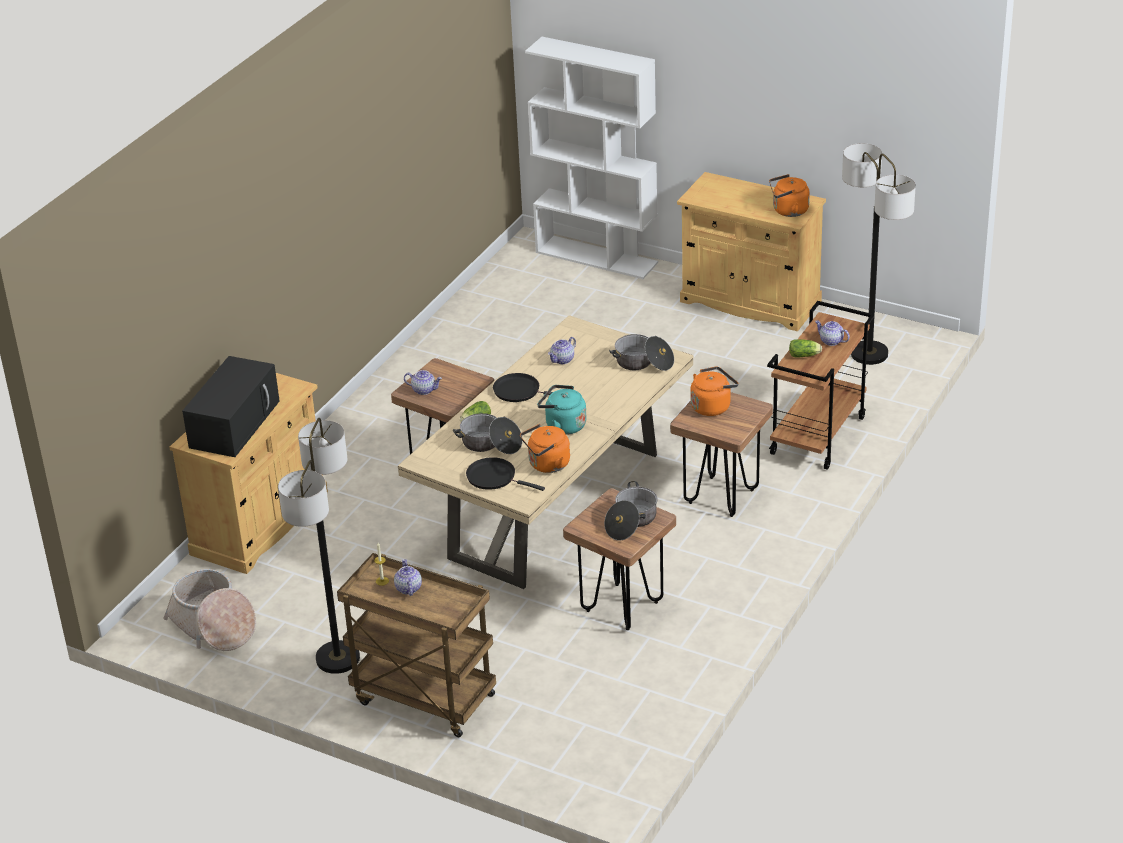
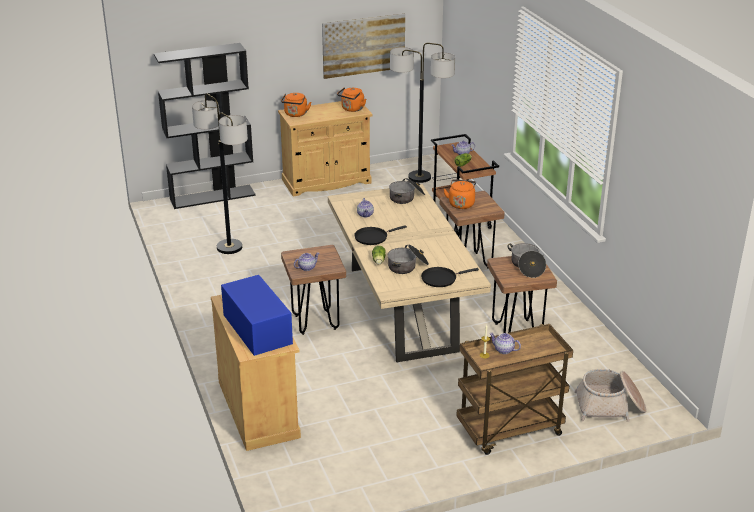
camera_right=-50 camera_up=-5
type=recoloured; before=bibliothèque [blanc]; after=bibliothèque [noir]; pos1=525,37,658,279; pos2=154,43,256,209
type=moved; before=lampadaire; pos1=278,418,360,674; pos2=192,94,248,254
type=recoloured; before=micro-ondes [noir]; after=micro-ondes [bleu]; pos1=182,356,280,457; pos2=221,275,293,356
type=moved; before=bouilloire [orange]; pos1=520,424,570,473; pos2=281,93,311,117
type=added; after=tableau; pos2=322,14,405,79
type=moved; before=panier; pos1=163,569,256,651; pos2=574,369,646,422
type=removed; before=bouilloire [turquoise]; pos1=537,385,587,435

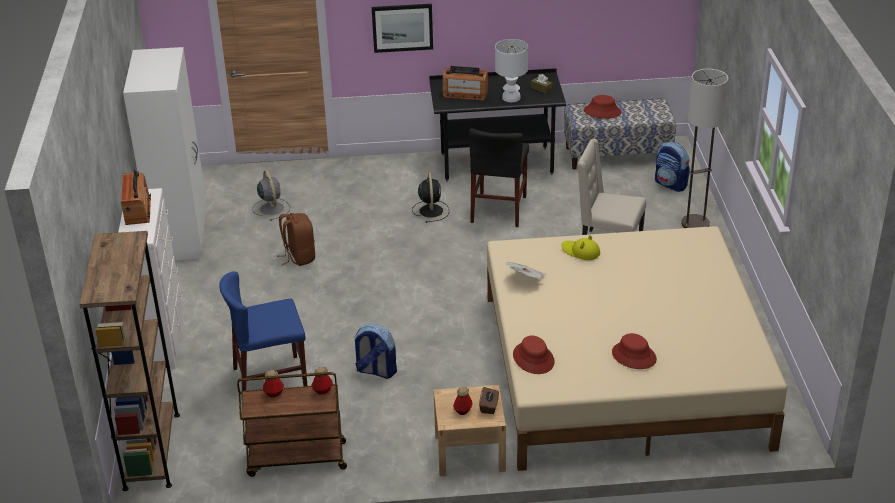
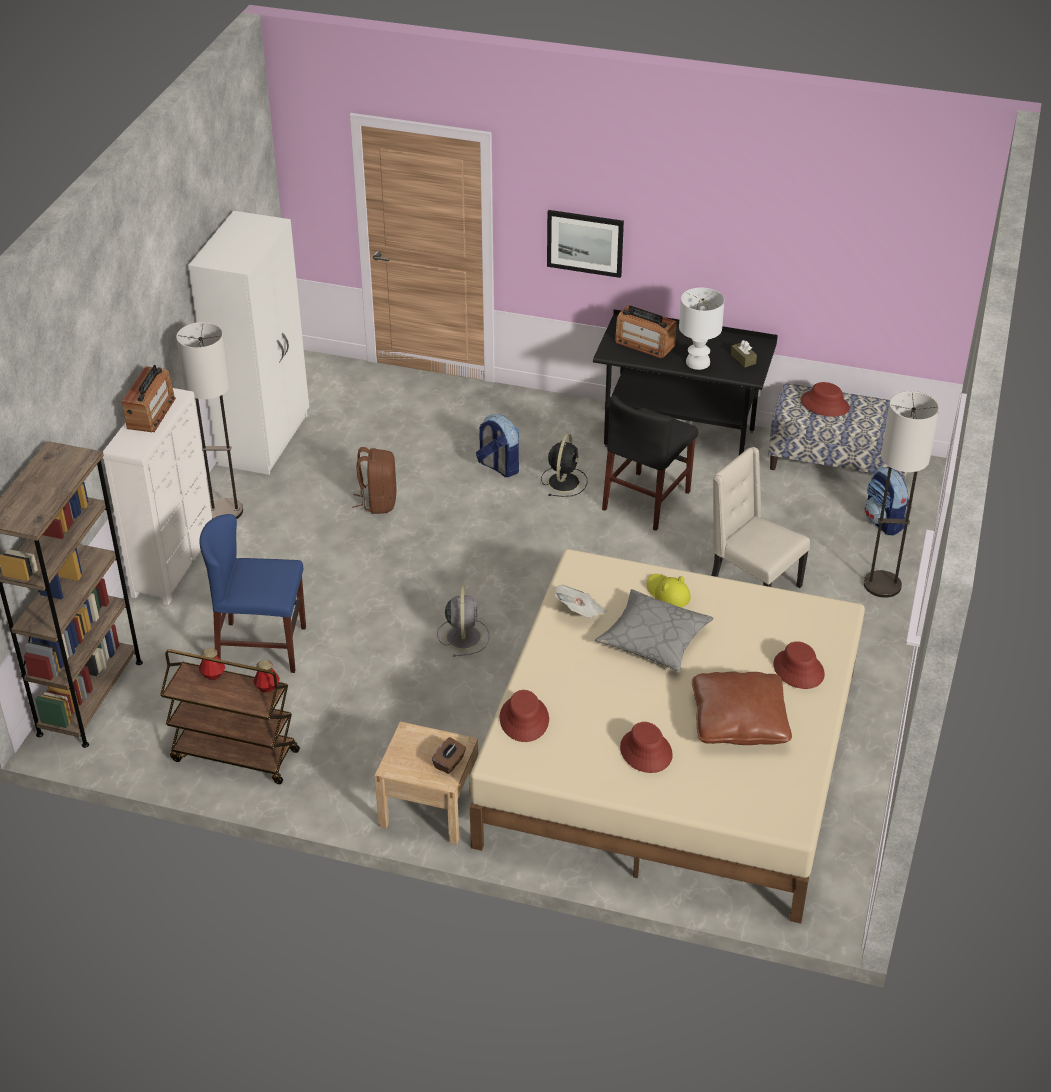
camera_right=20 camera_up=5
type=added; after=lampadaire; pos2=176,322,243,519
type=moved; before=ventilateur [gris]; pos1=252,170,290,221; pos2=437,585,489,657
type=moved; before=sac à dos; pos1=354,324,397,379; pos2=476,414,520,477
type=added; after=coussin [gris]; pos2=595,589,714,671
type=added; after=coussin [marron]; pos2=692,671,792,745
type=added; after=chapeau [rouge]; pos2=773,641,825,689
type=removed; before=bouteille; pos1=453,387,473,415

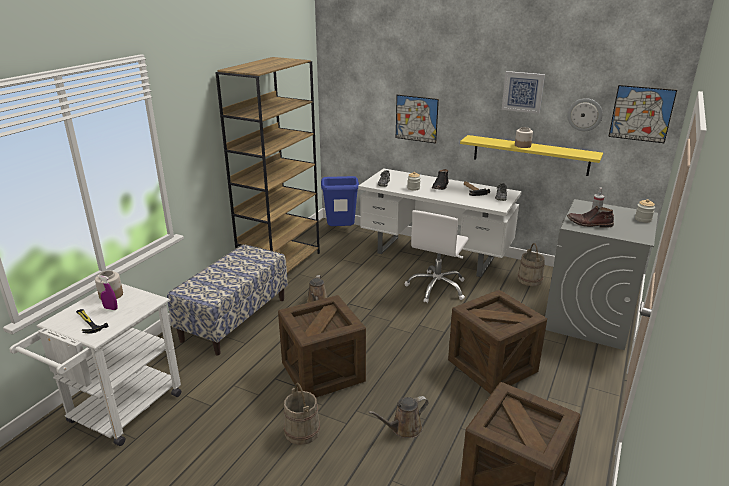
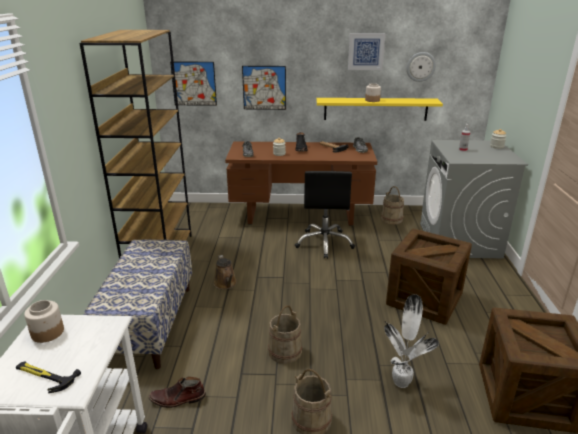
camera_right=-25 camera_up=0
type=moved; before=botte [marron]; pos1=567,206,614,228; pos2=149,377,206,408
type=moved; before=tableau; pos1=608,85,677,143; pos2=170,61,217,106
type=recoloured; before=bureau [blanc]; after=bureau [marron]; pos1=358,168,522,277; pos2=225,141,377,226
type=replaced; before=caisse; after=seau [beige]; pos1=278,295,366,397; pos2=268,305,302,364
type=recoloured; before=chaise de bureau [blanc]; after=chaise de bureau [noir]; pos1=405,210,469,303; pos2=295,171,355,259
type=replaced; before=arrosoir [marron]; after=plante en pot; pos1=368,396,429,438; pos2=384,294,439,388
type=removed; before=vaporisateur [violet]; pos1=98,275,118,310
type=removed; before=poubelle [bleu]; pos1=321,176,359,226

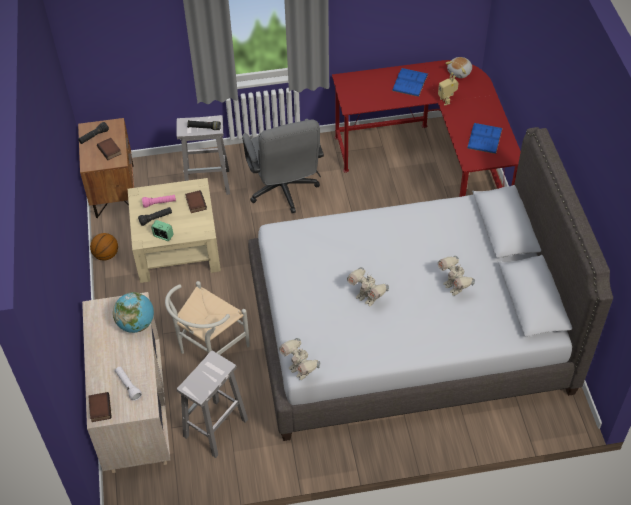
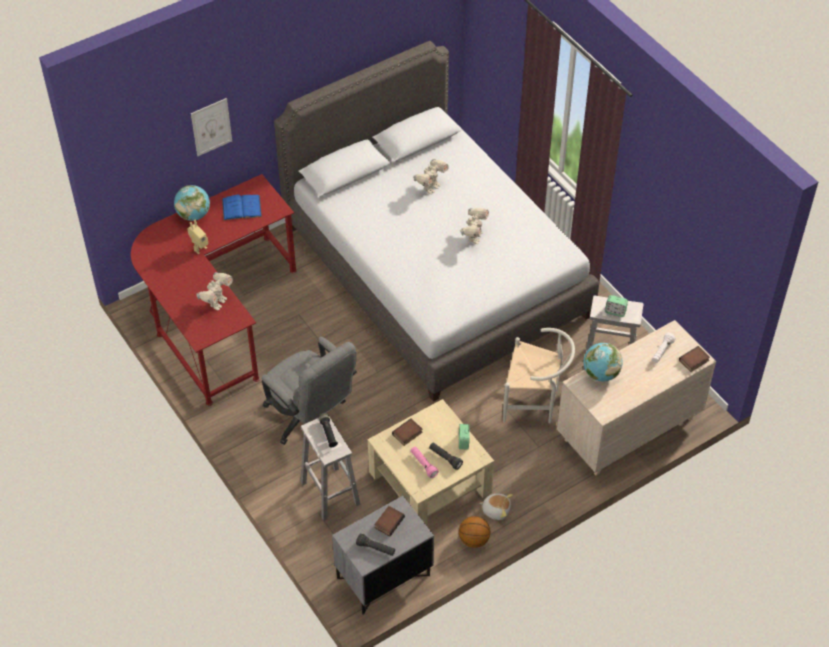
camera_right=-115 camera_up=0
type=added; after=globe; pos2=174,185,210,221
type=added; after=tableau; pos2=191,98,232,156
type=moved; before=robot jouet; pos1=279,338,320,380; pos2=196,272,233,310
type=turned; before=chaise de bureau [gris]; pos1=242,119,324,213; pos2=262,337,356,444; turn=90
type=recoloured; before=table de chevet [marron]; after=table de chevet [gris]; pos1=78,118,134,218; pos2=332,496,434,615
type=moved; before=peluche; pos1=445,57,472,78; pos2=480,494,513,520
type=added; after=réveil; pos2=605,295,628,317
type=removed; before=livre [bleu]; pos1=392,68,428,97

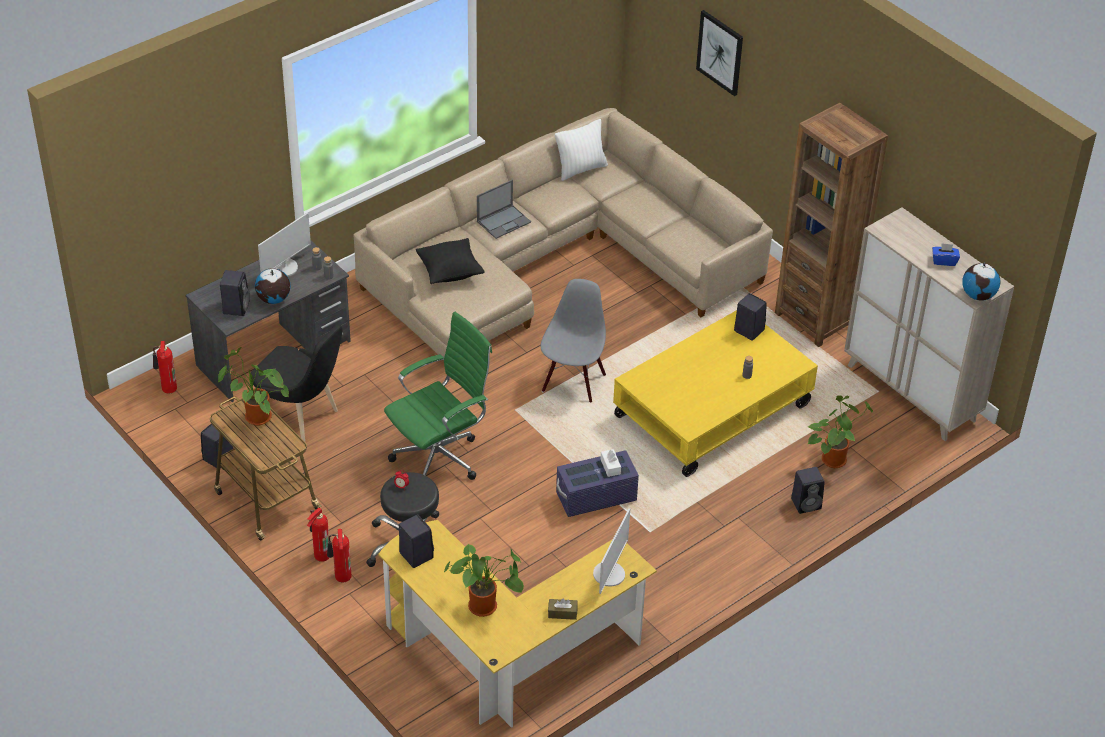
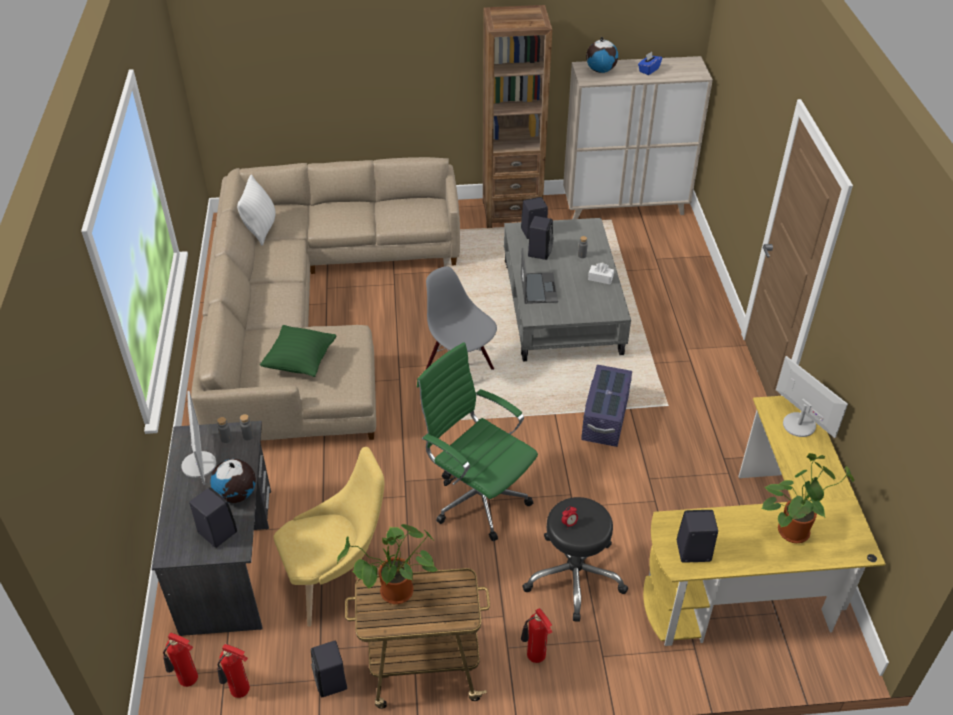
camera_right=-55 camera_up=0
type=moved; before=extincteur; pos1=327,529,351,583; pos2=217,644,250,698
type=recoloured; before=coussin [noir]; after=coussin [vert]; pos1=416,238,485,284; pos2=260,325,336,377
type=recoloured; before=chaise [noir]; after=chaise [jaune]; pos1=250,325,343,441; pos2=273,447,384,627
type=turned; before=chaise de bureau [vert]; pos1=384,312,492,480; pos2=417,342,538,542; turn=-45
type=recoloured; before=table basse [jaune]; after=table basse [gris]; pos1=613,310,818,477; pos2=504,218,631,362
type=moved; before=ordinateur portable; pos1=477,180,531,239; pos2=521,248,558,304
type=moved; before=enceinte [noir]; pos1=791,467,825,514; pos2=528,216,553,260
type=moved; before=globe; pos1=962,262,1000,301; pos2=586,37,618,73
type=moved; before=boîte à mouchoirs [blanc]; pos1=601,449,621,477; pos2=588,263,614,284
type=removed; before=boîte à mouchoirs [marron]; pos1=548,599,578,620
type=removed; before=tableau; pos1=696,10,743,96
type=removed; before=plante en pot; pos1=807,396,873,468

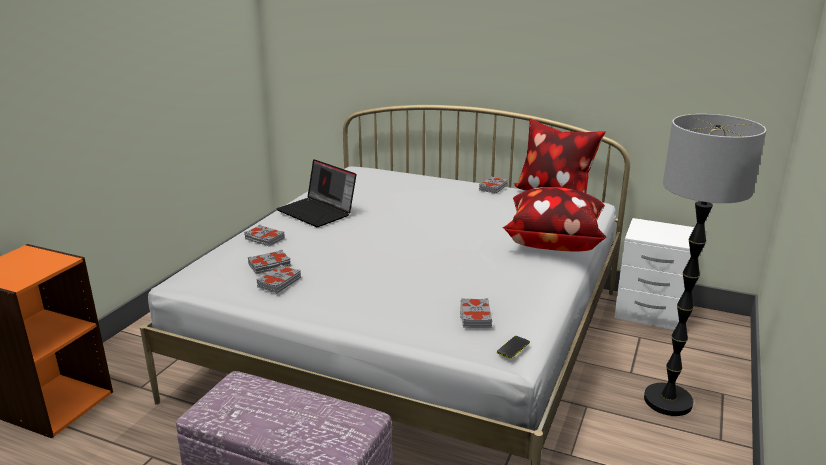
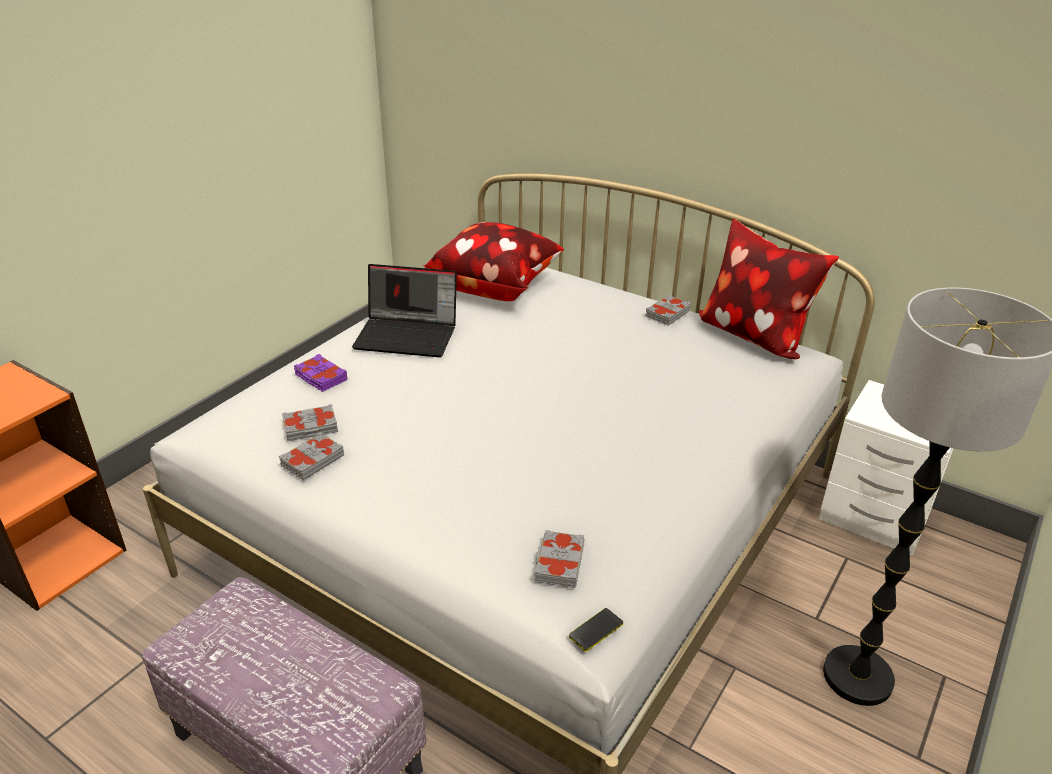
camera_right=10 camera_up=10
type=recoloured; before=livre [gris]; after=livre [violet]; pos1=244,225,285,247; pos2=294,354,347,392
type=turned; before=ordinateur portable; pos1=276,159,356,227; pos2=352,264,457,357; turn=-45
type=moved; before=coussin; pos1=502,187,607,252; pos2=423,222,564,301

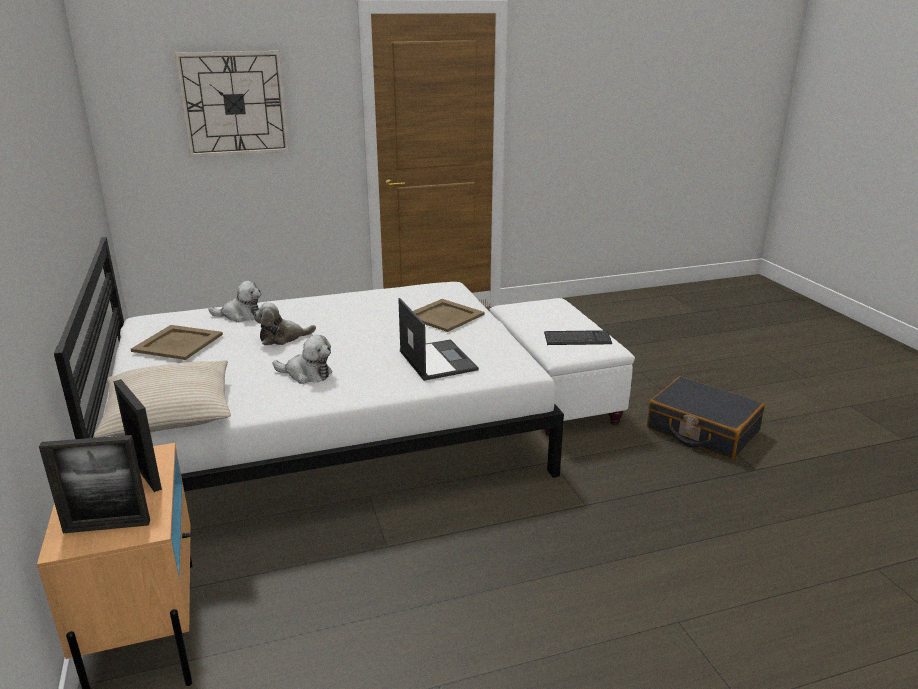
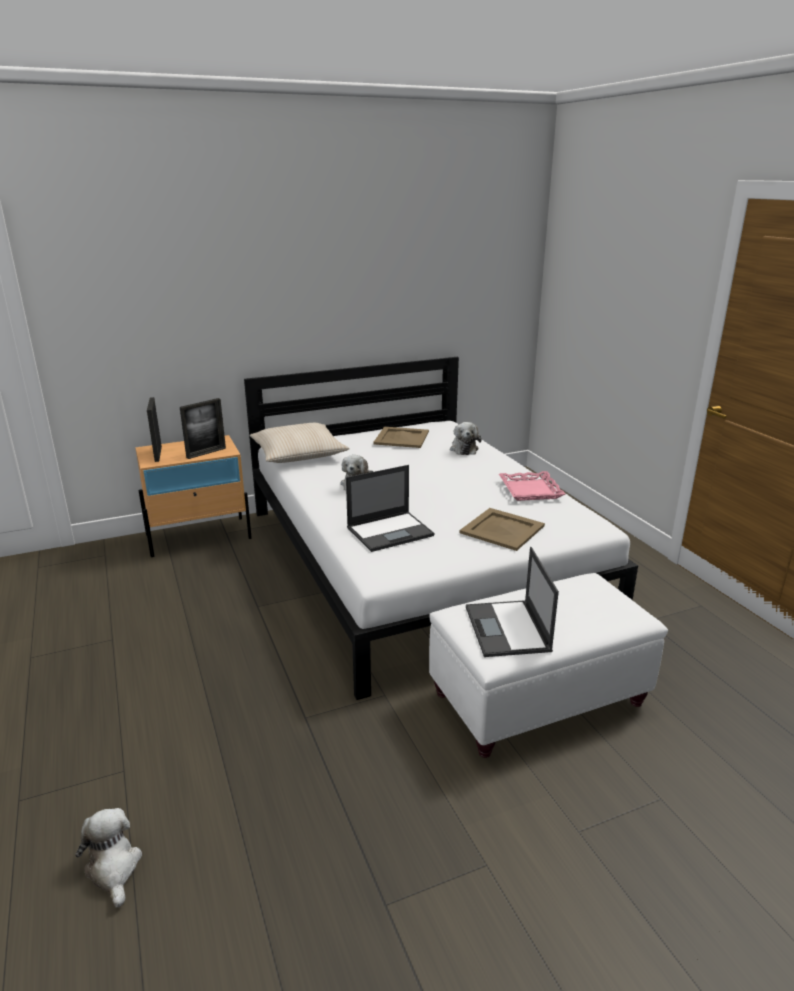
camera_right=85 camera_up=0
type=moved; before=peluche; pos1=254,302,316,345; pos2=75,808,142,908
type=replaced; before=clavier; after=ordinateur portable; pos1=544,330,612,345; pos2=466,547,559,657
type=added; after=plateau [rose]; pos2=499,471,565,501
type=removed; before=horloge murale; pos1=175,51,289,157
type=removed; before=valise [noir]; pos1=647,376,765,460

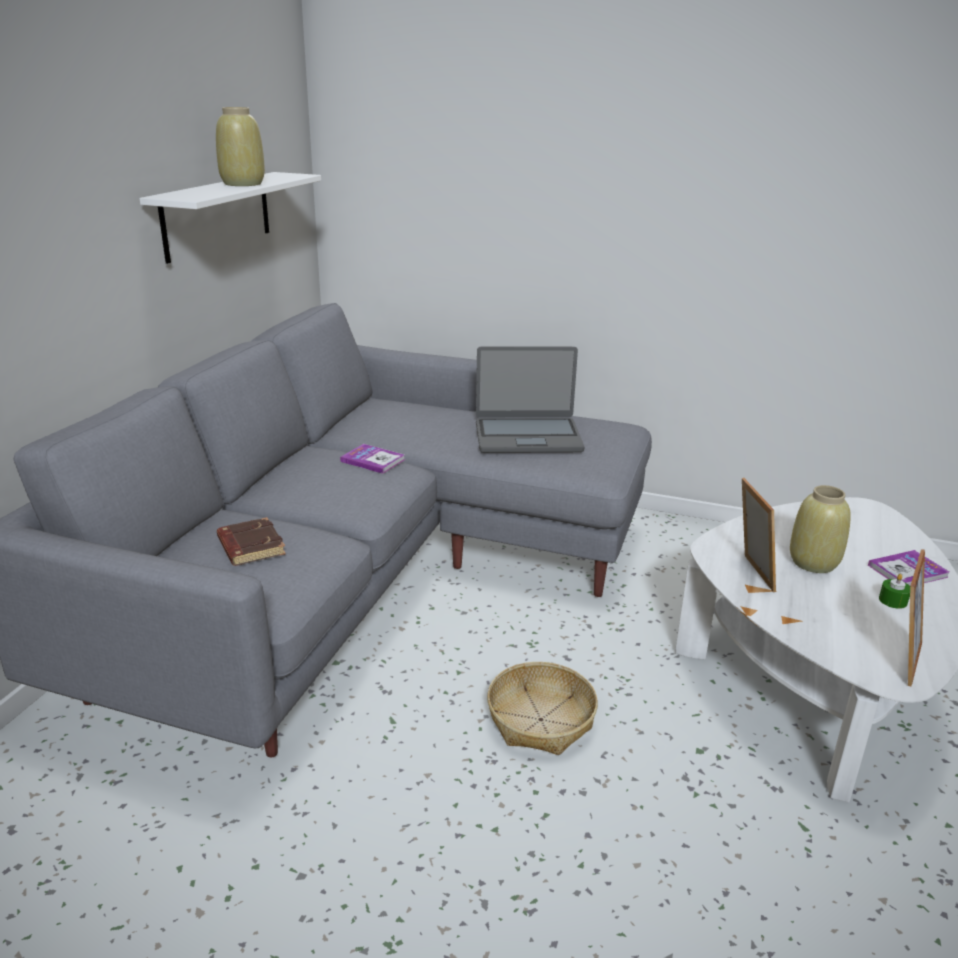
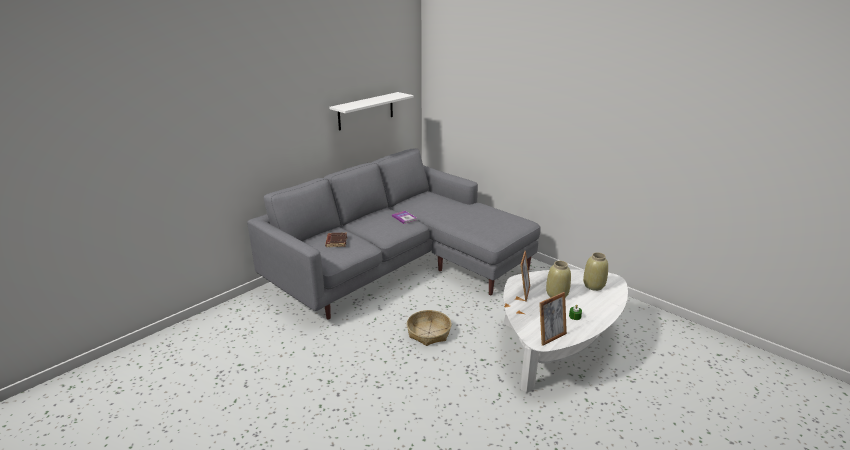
camera_right=25 camera_up=0
type=moved; before=vase [beige]; pos1=216,107,265,186; pos2=583,252,608,291
type=removed; before=ordinateur portable; pos1=476,346,585,453
type=removed; before=livre; pos1=868,550,949,586

